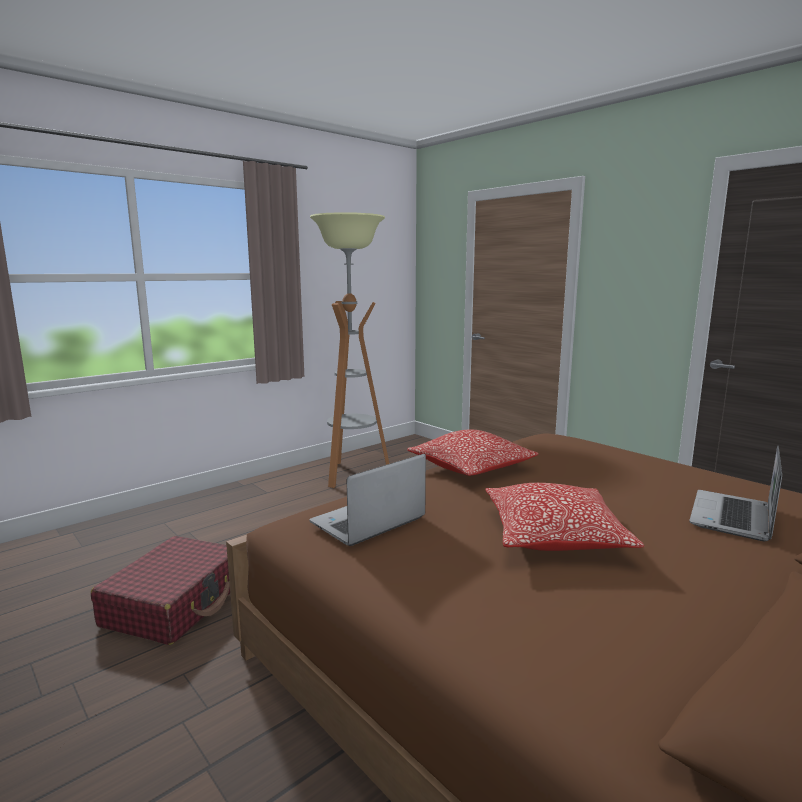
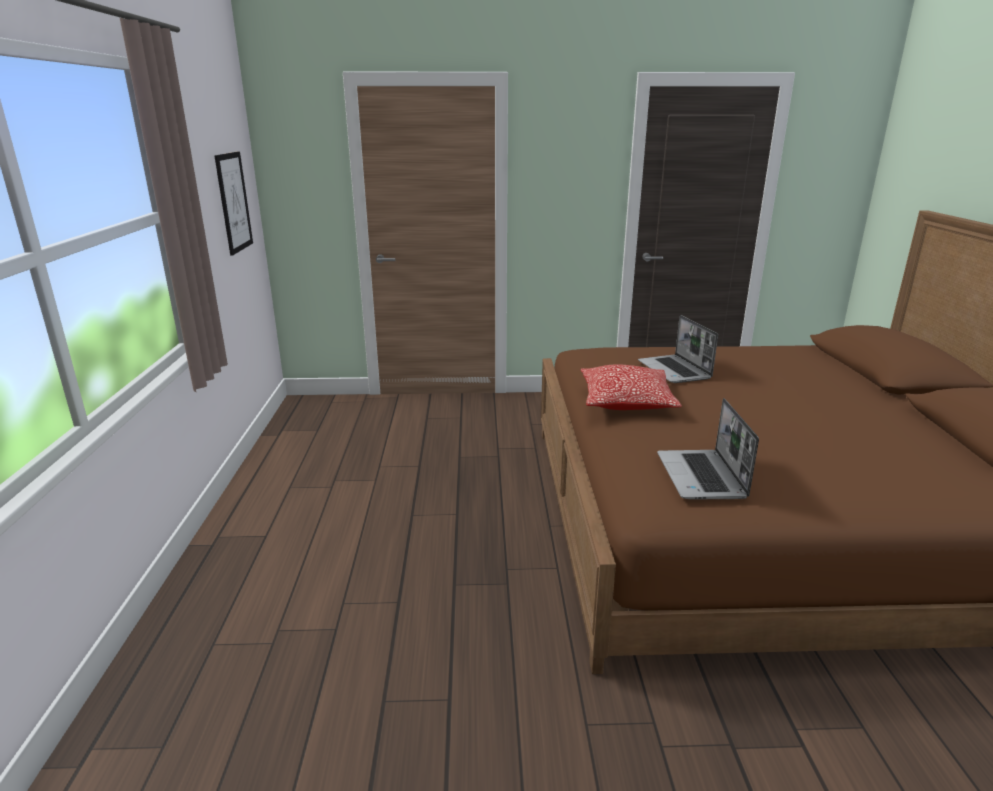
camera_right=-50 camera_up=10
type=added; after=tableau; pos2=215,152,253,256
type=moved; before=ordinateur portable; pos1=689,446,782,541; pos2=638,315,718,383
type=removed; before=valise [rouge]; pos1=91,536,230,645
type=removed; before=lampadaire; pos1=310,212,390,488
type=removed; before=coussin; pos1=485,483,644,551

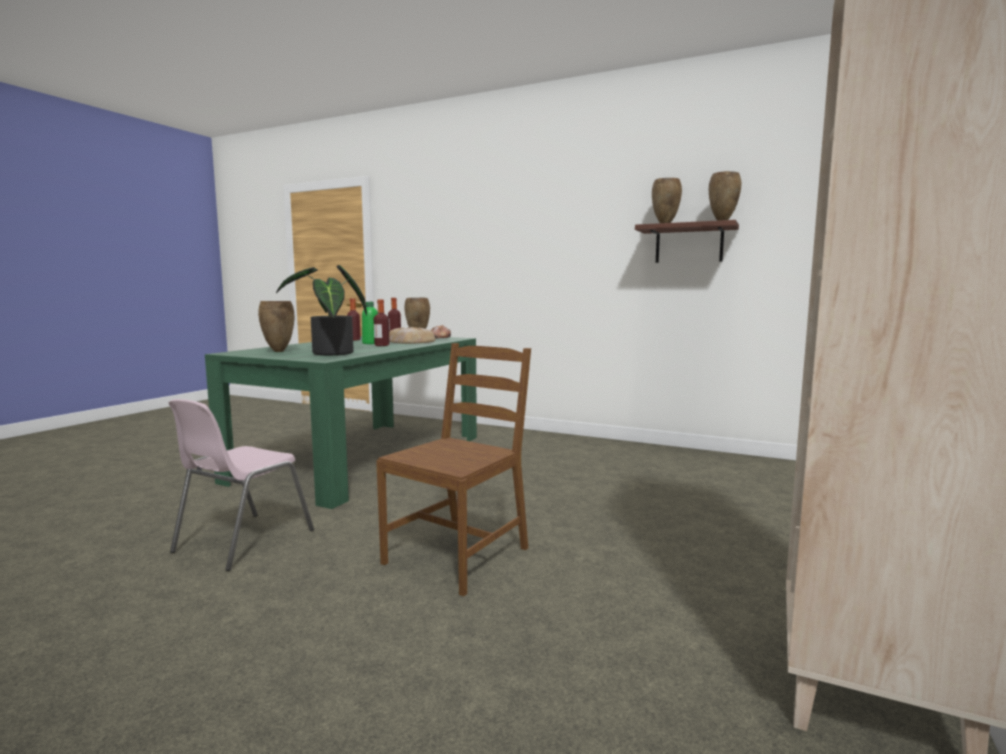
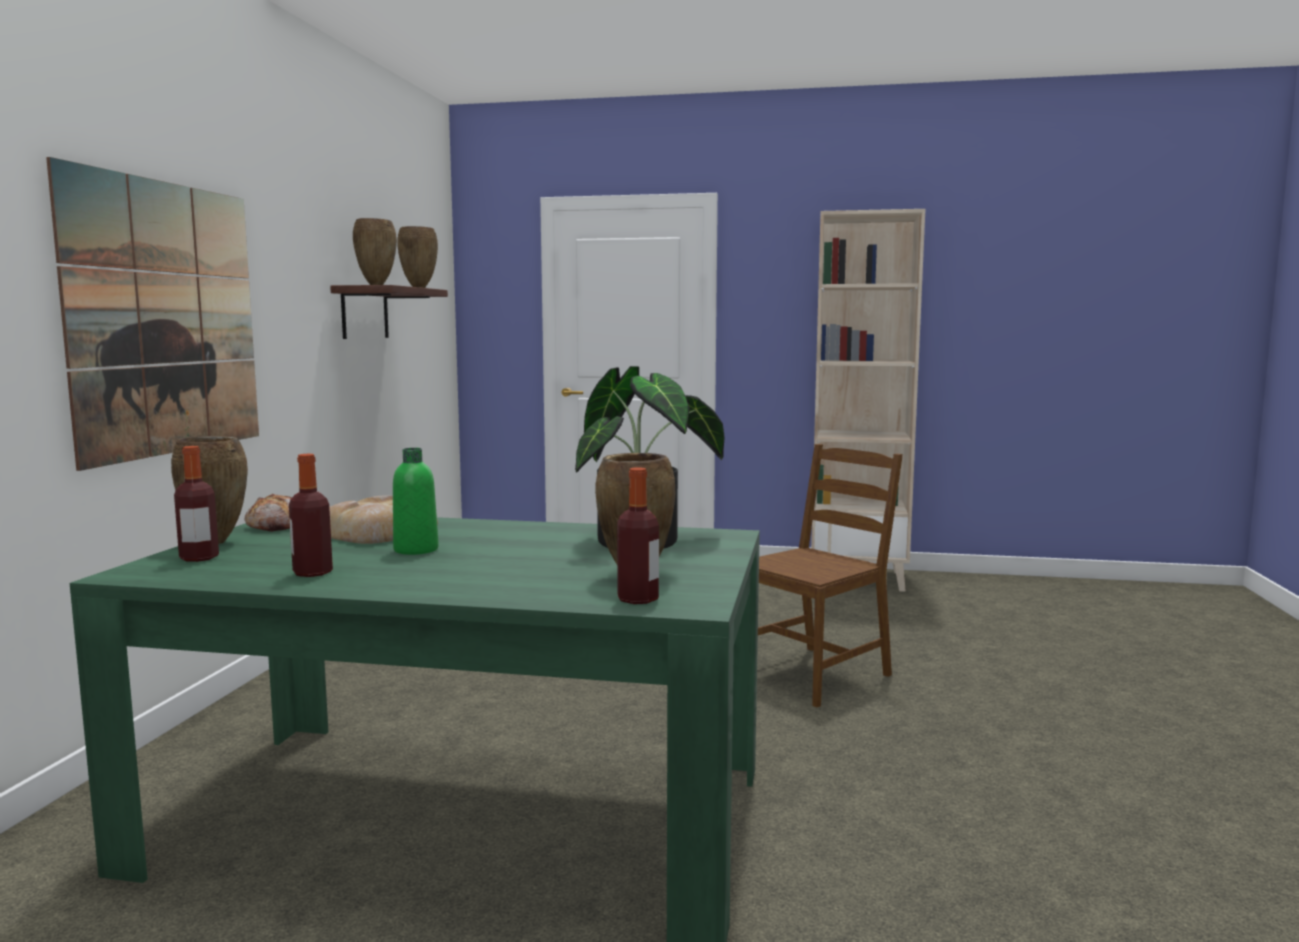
camera_right=-105 camera_up=0
type=added; after=tableau; pos2=46,157,259,471
type=moved; before=bouteille; pos1=374,299,390,346; pos2=617,467,659,604
type=turned; before=chaise [marron]; pos1=376,343,531,596; pos2=758,444,903,707; turn=120
type=removed; before=chaise [rose]; pos1=169,399,314,571

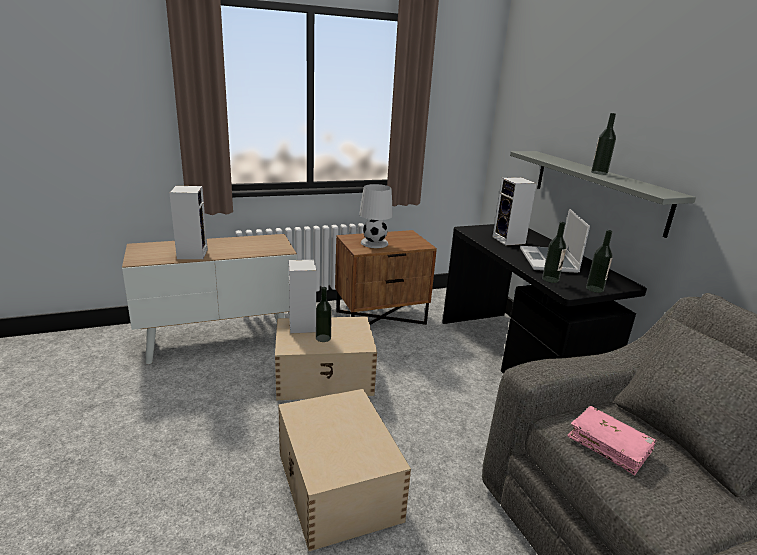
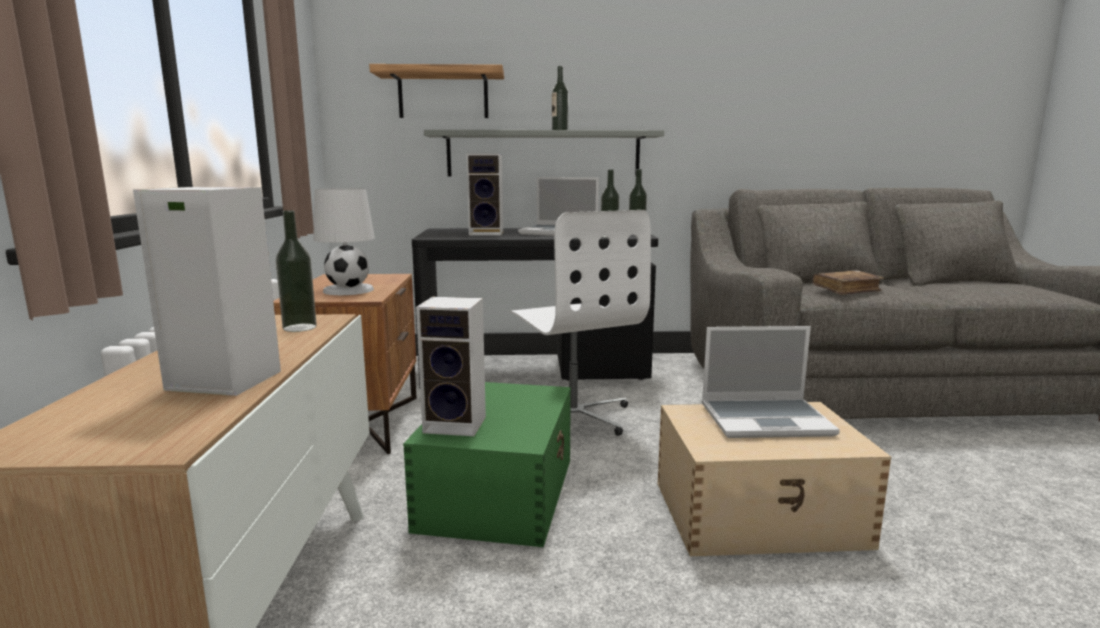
camera_right=-70 camera_up=-10
type=moved; before=bouteille; pos1=316,287,332,342; pos2=276,210,317,332
type=added; after=étagère; pos2=369,64,504,118
type=recoloured; before=boîte de rangement [beige]; after=boîte de rangement [vert]; pos1=275,316,377,400; pos2=403,382,571,547
type=added; after=chaise de bureau [blanc]; pos2=510,210,651,436
type=added; after=ordinateur portable; pos2=702,326,840,438
type=recoloured; before=livre [rose]; after=livre [marron]; pos1=567,406,657,475; pos2=812,270,884,295

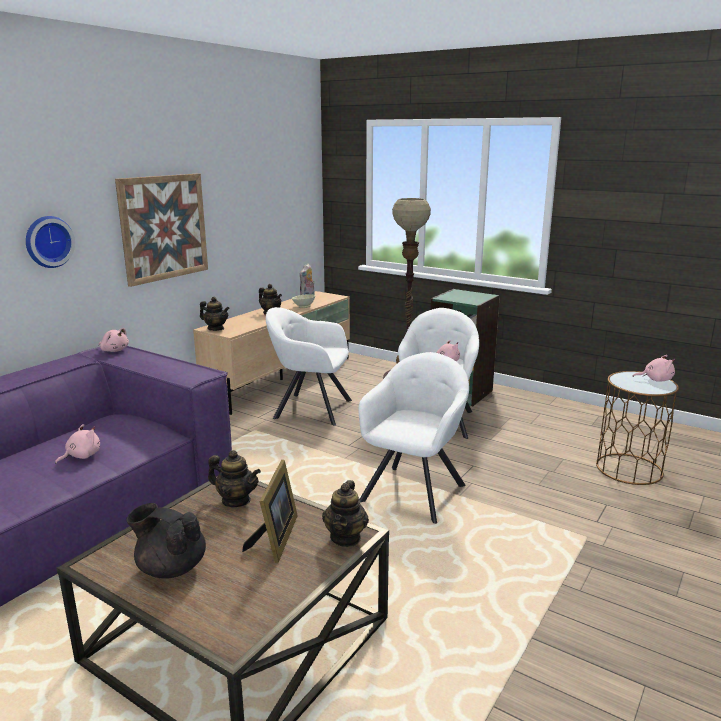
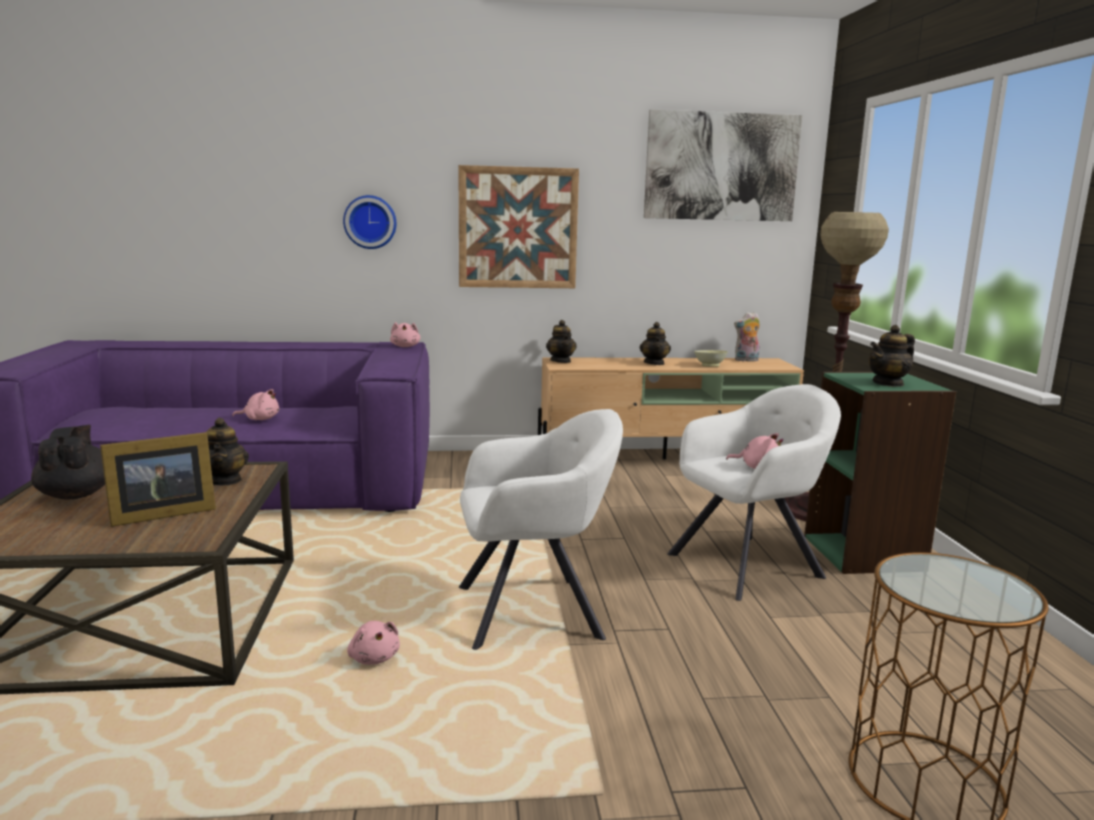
camera_right=50 camera_up=-5
type=moved; before=peluche [rose]; pos1=633,355,675,382; pos2=347,621,400,665
type=added; after=tableau; pos2=644,109,802,221
type=moved; before=théière; pos1=322,480,369,547; pos2=869,325,915,387
type=removed; before=fauteuil [blanc]; pos1=266,307,352,425

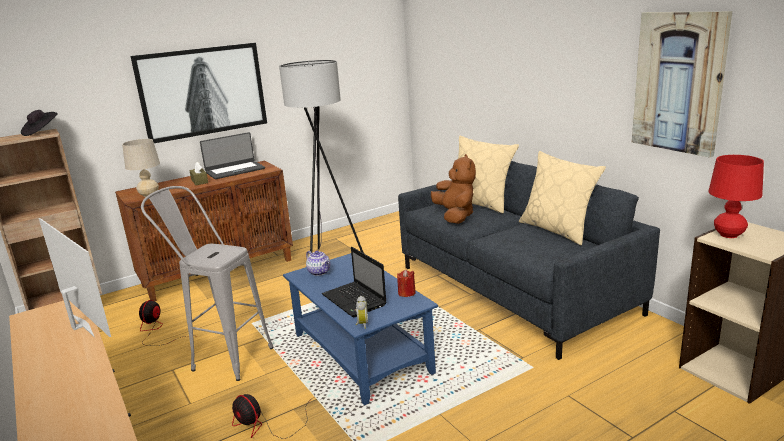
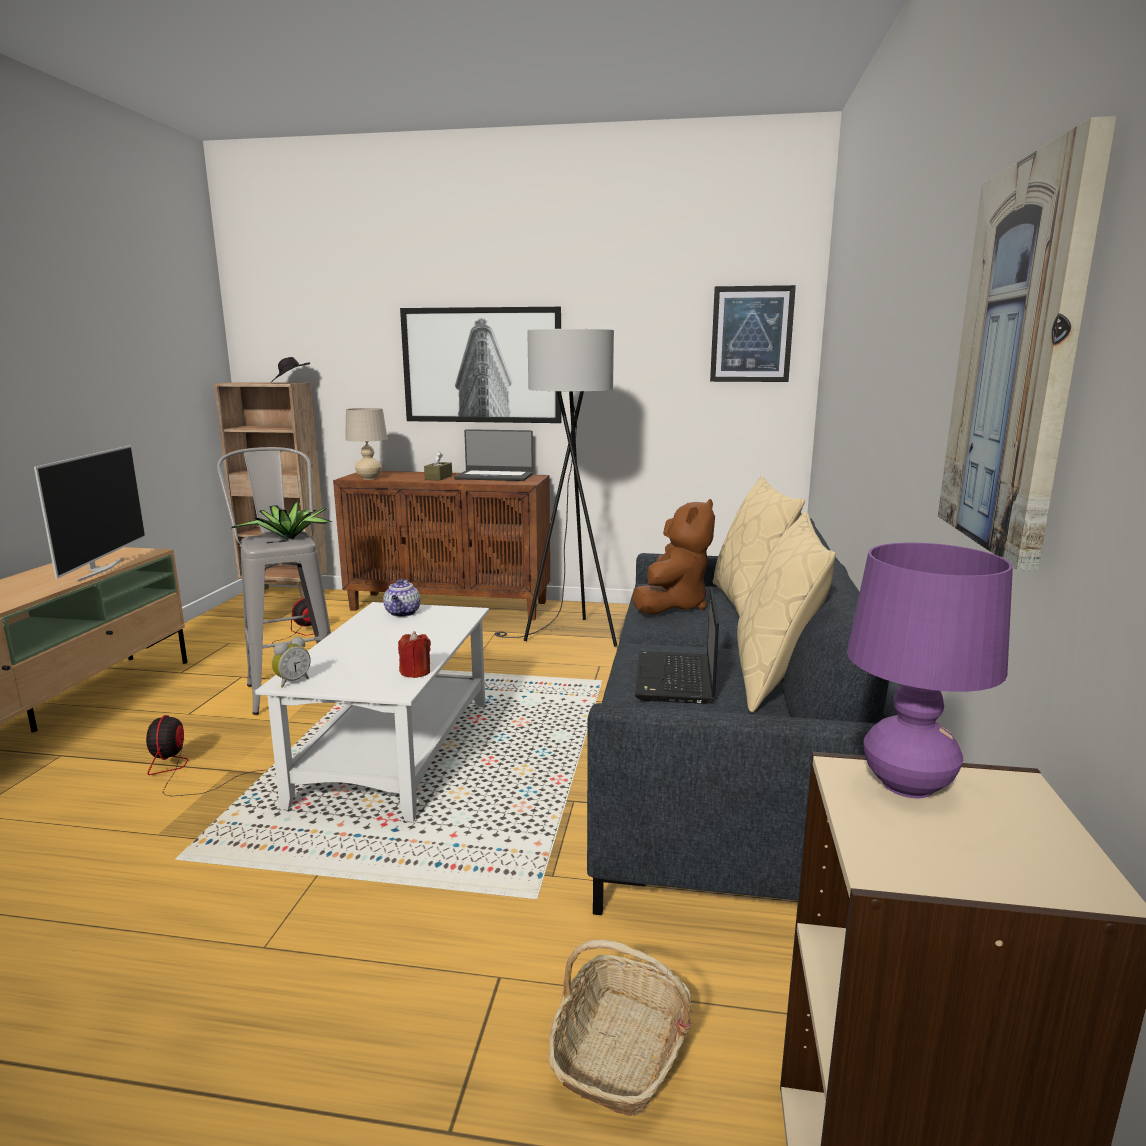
camera_right=40 camera_up=-5
type=added; after=plante en pot; pos2=232,502,333,540
type=recoloured; before=table basse [bleu]; after=table basse [blanc]; pos1=283,253,438,405; pos2=255,602,489,822
type=added; after=panier; pos2=549,940,692,1116
type=moved; before=ordinateur portable; pos1=322,247,387,317; pos2=635,588,719,704
type=added; after=tableau; pos2=710,285,796,382
type=recoloured; before=lampe de table [rouge]; after=lampe de table [violet]; pos1=708,155,764,238; pos2=847,543,1013,798

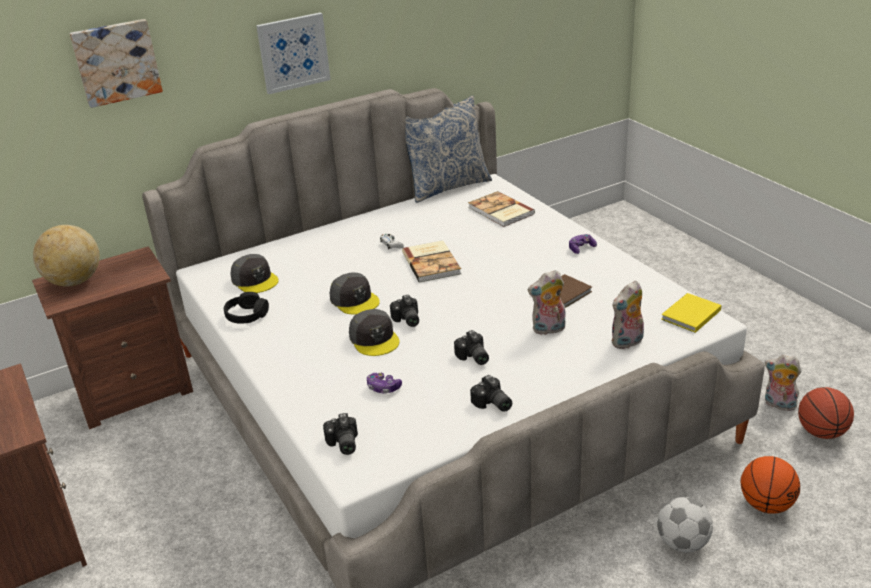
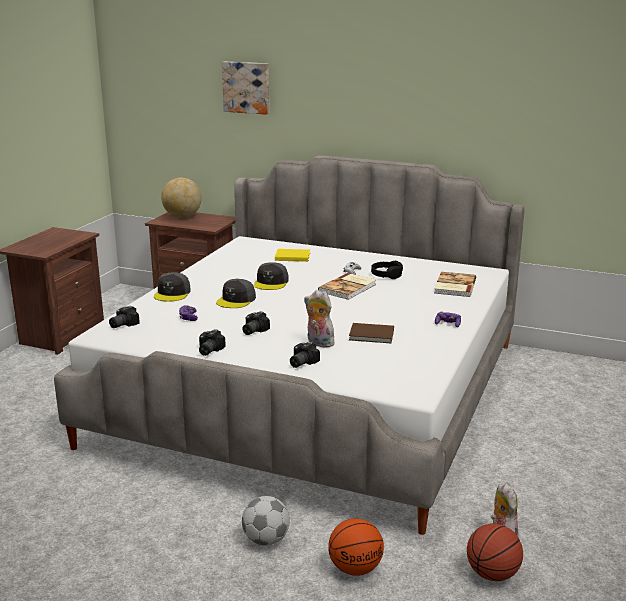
camera_right=50 camera_up=-10
type=moved; before=casquette [gris]; pos1=230,254,279,293; pos2=154,273,191,302
type=moved; before=livre [jaune]; pos1=661,293,721,333; pos2=275,249,310,262
type=moved; before=appareil photo; pos1=390,295,419,327; pos2=290,342,320,368
type=moved; before=casque audio [noir]; pos1=224,292,269,324; pos2=371,261,403,279
type=removed; before=tableau; pos1=256,12,331,94
type=removed; before=coussin; pos1=405,96,492,203
type=removed; before=peluche; pos1=611,281,644,349

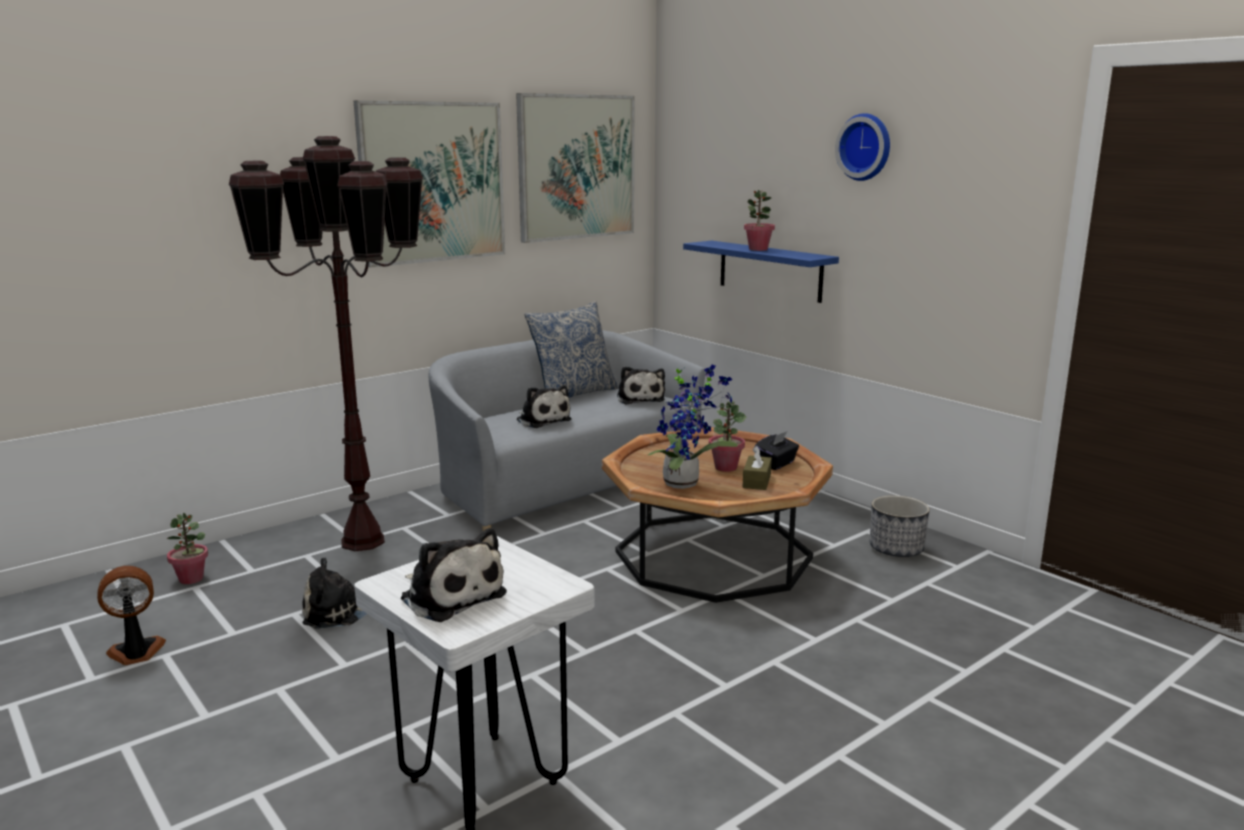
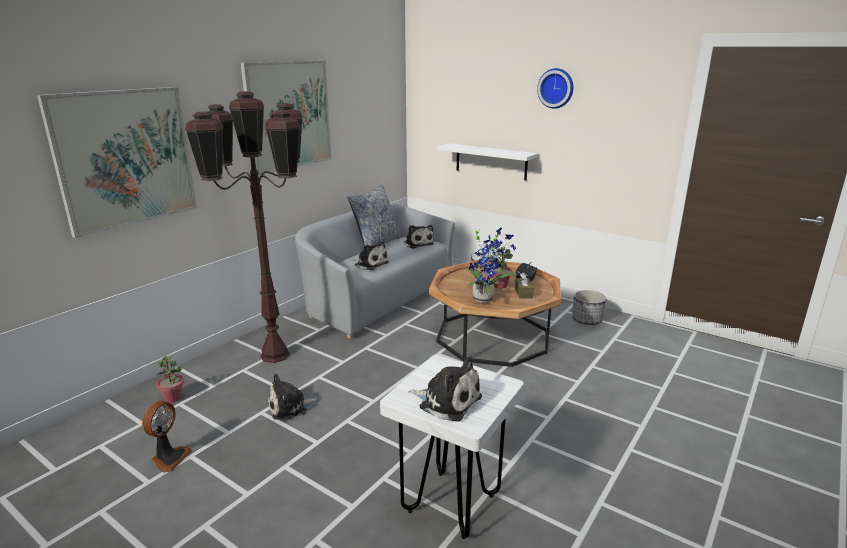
camera_right=-15 camera_up=5
type=moved; before=tableau; pos1=516,93,634,243; pos2=37,87,197,238
type=turned; before=ventilateur; pos1=97,566,166,665; pos2=142,401,192,473; turn=150
type=recoloured; before=étagère [bleu]; after=étagère [blanc]; pos1=683,240,839,303; pos2=436,143,538,180
type=removed; before=plante en pot; pos1=744,190,775,251

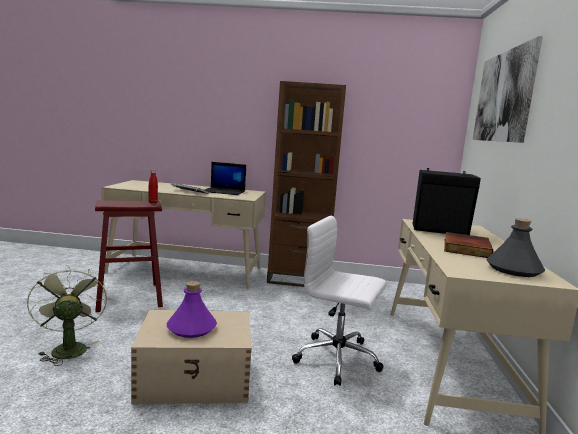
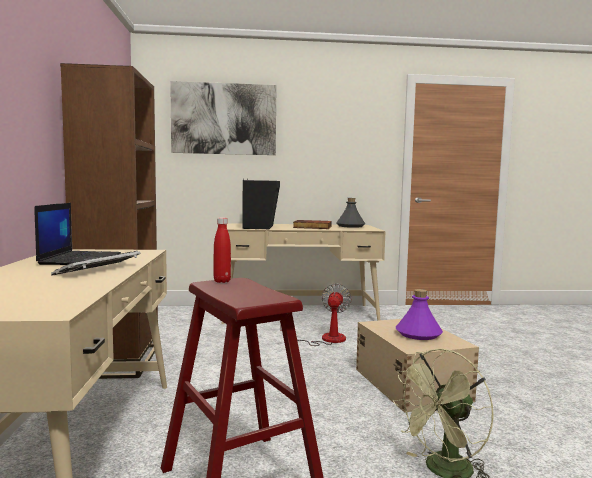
camera_right=-100 camera_up=-5
type=replaced; before=chaise de bureau [blanc]; after=ventilateur; pos1=292,215,386,386; pos2=280,283,352,346

